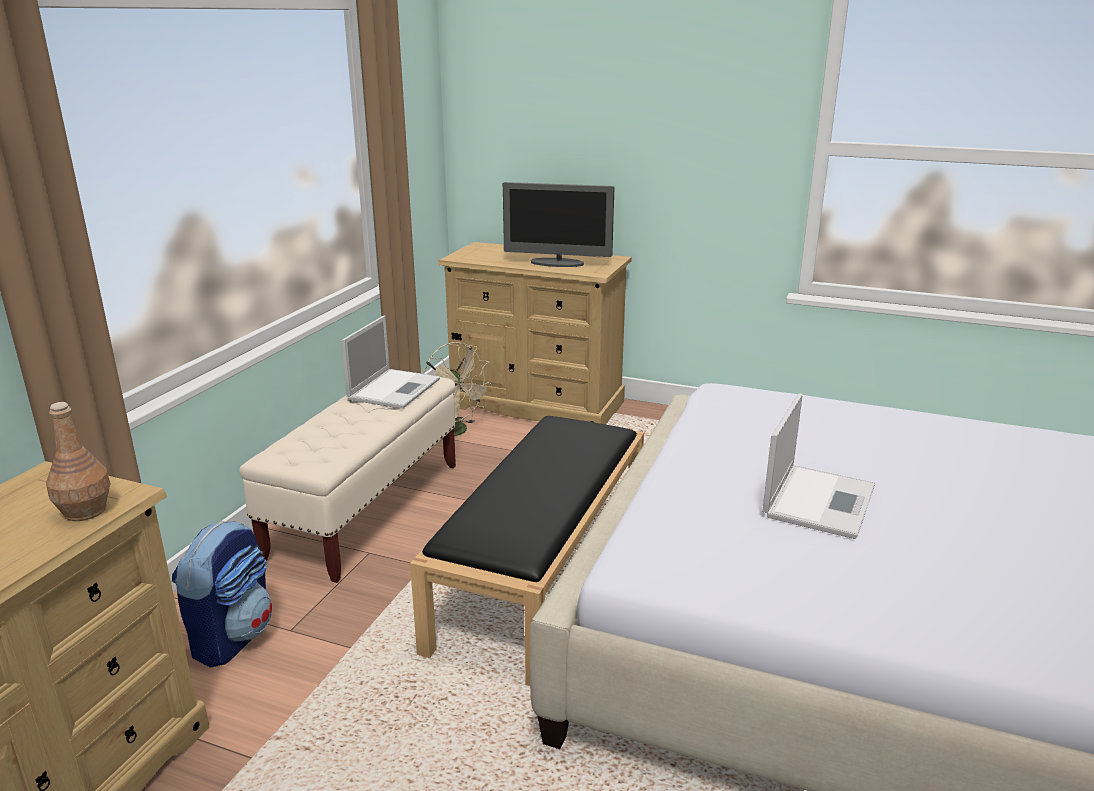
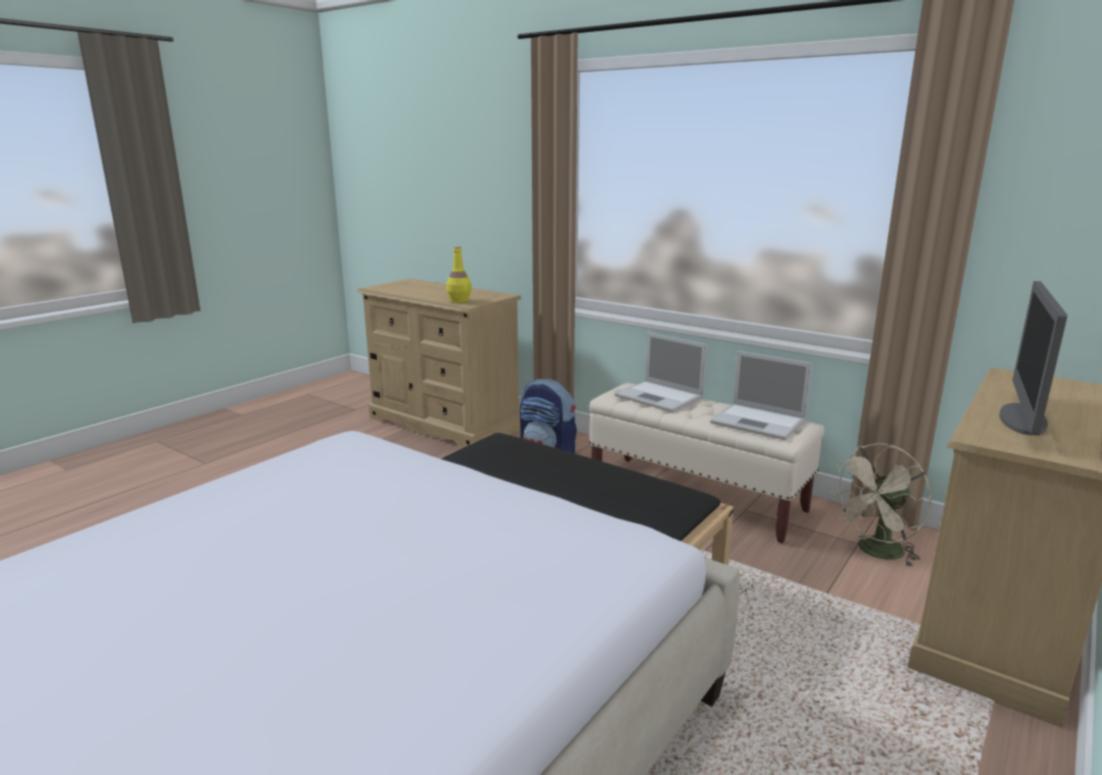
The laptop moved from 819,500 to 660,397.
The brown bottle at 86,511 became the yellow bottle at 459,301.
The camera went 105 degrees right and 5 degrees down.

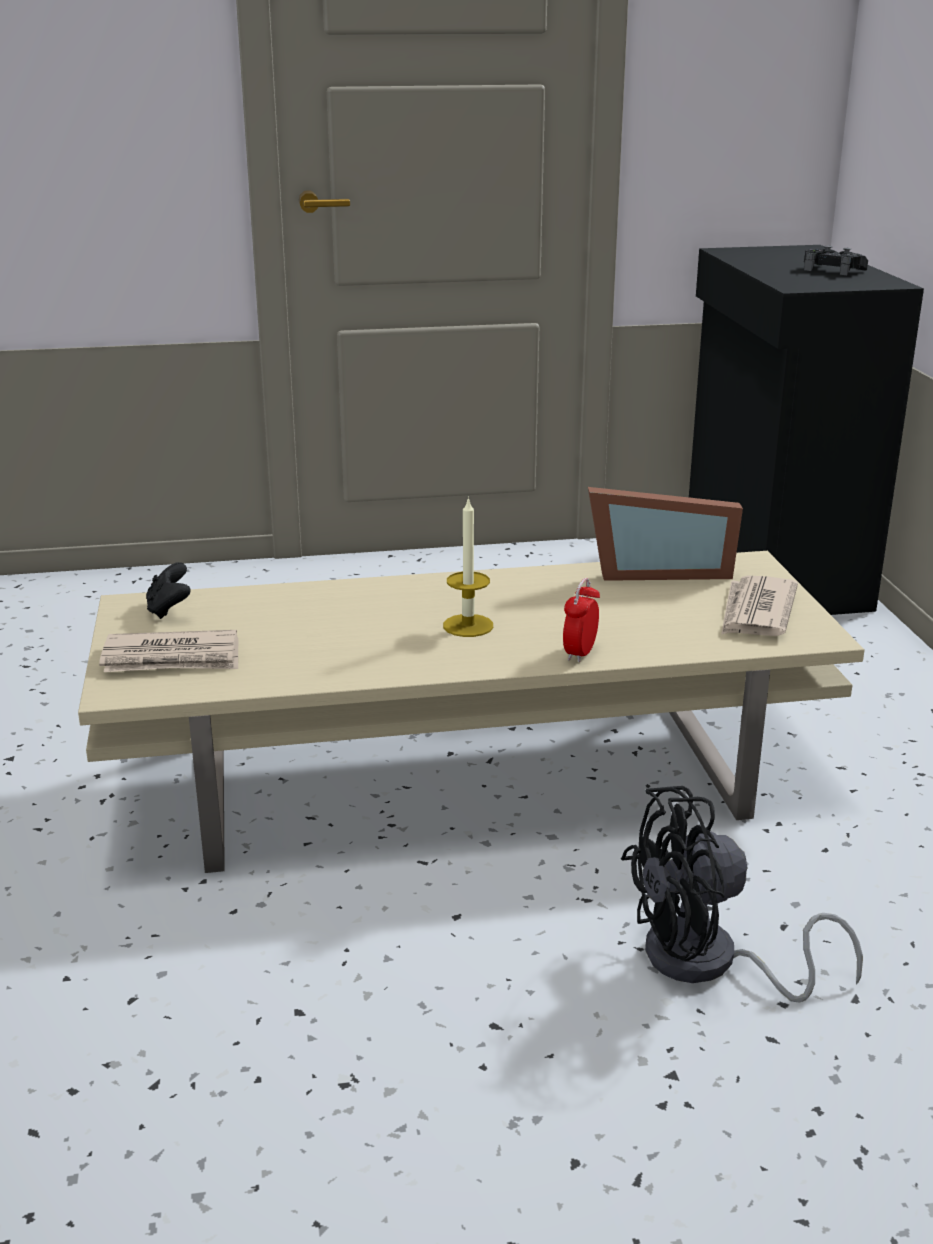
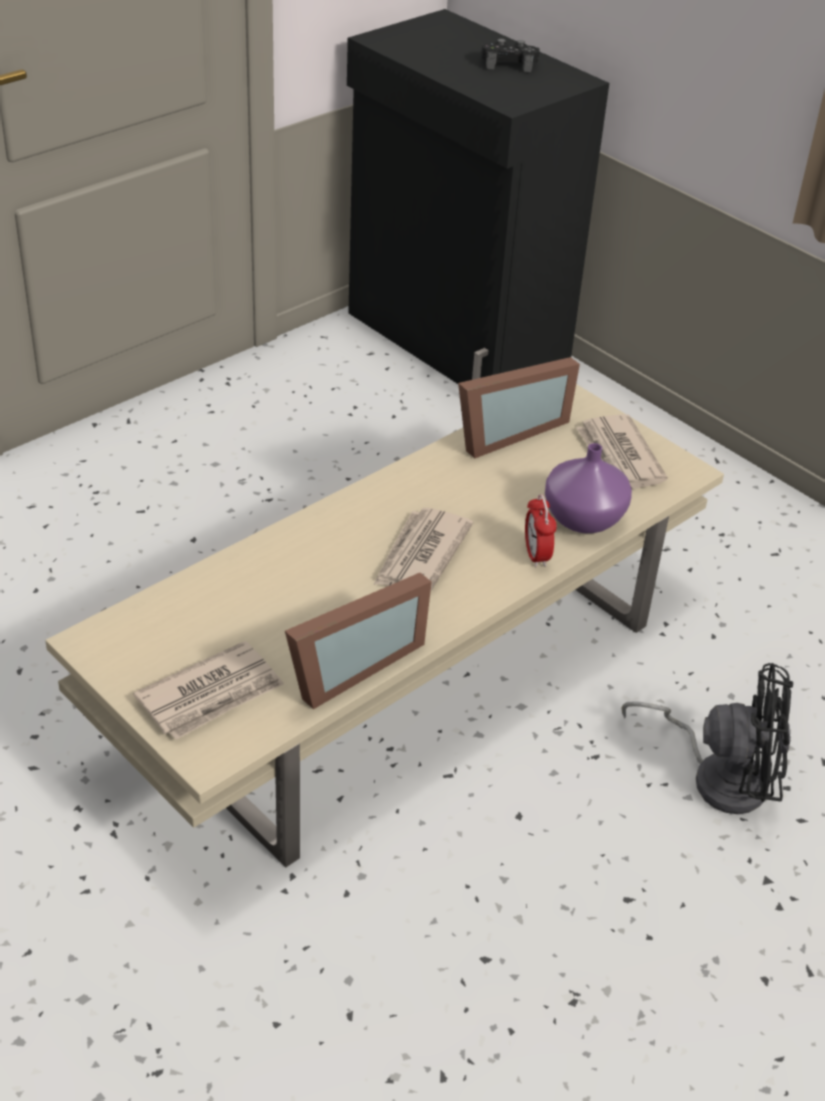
The black game controller at 169,610 disappeared.
The picture frame at 348,666 appeared.
The purple vase at 585,519 appeared.
The candle at 468,625 was replaced by the newspaper at 420,555.
The black fan at 709,964 turned 120 degrees counterclockwise.
The camera went 35 degrees left and 15 degrees up.

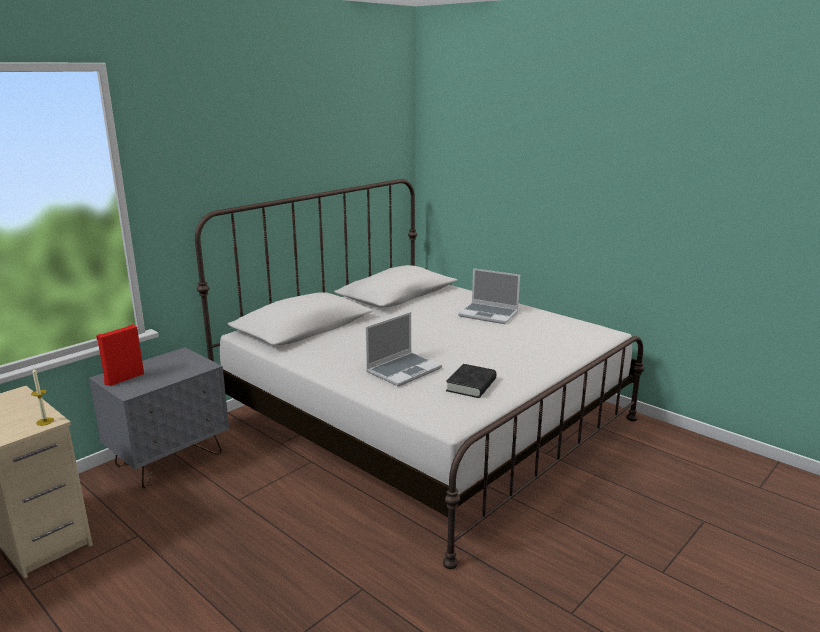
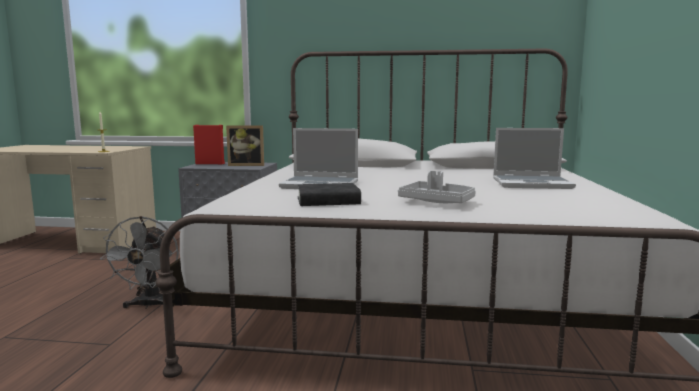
The grey fan at 149,305 appeared.
The picture frame at 247,165 appeared.
The grey tray at 437,202 appeared.
The laptop at 489,314 turned 75 degrees counterclockwise.
The camera went 55 degrees right and 10 degrees down.

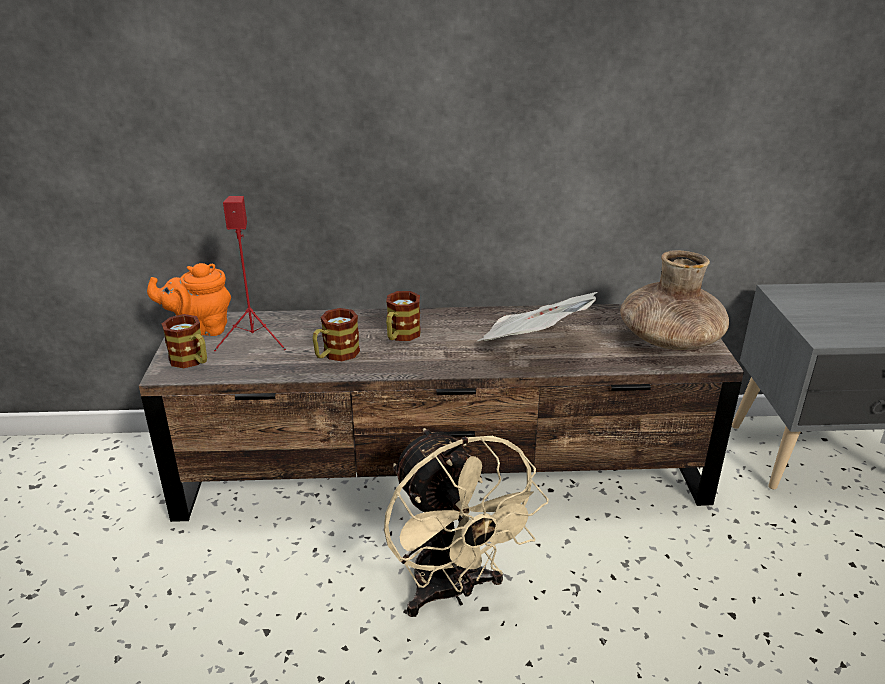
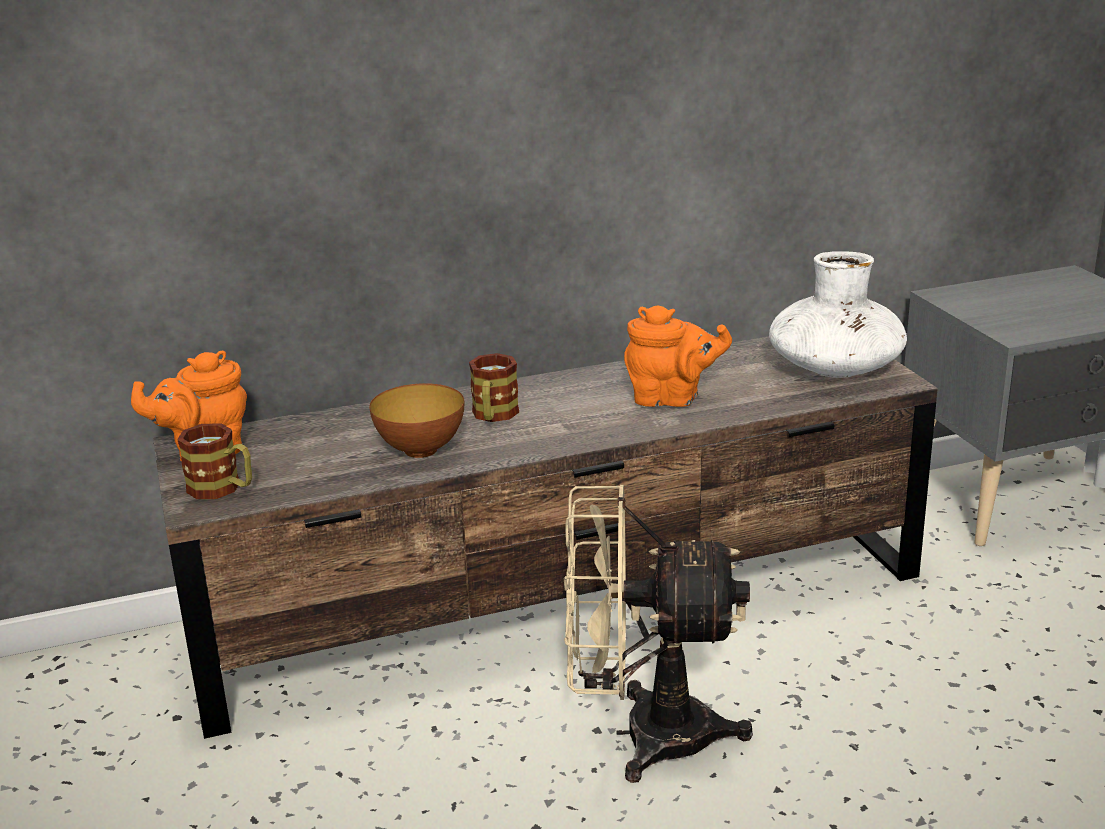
The red speaker at 254,340 disappeared.
The mug at 335,355 was replaced by the bowl at 420,450.
The newspaper at 533,344 was replaced by the orange teapot at 672,399.
The brown vase at 669,340 became the white vase at 834,369.
The beige fan at 452,591 turned 135 degrees clockwise.
The camera went 15 degrees left and 5 degrees down.

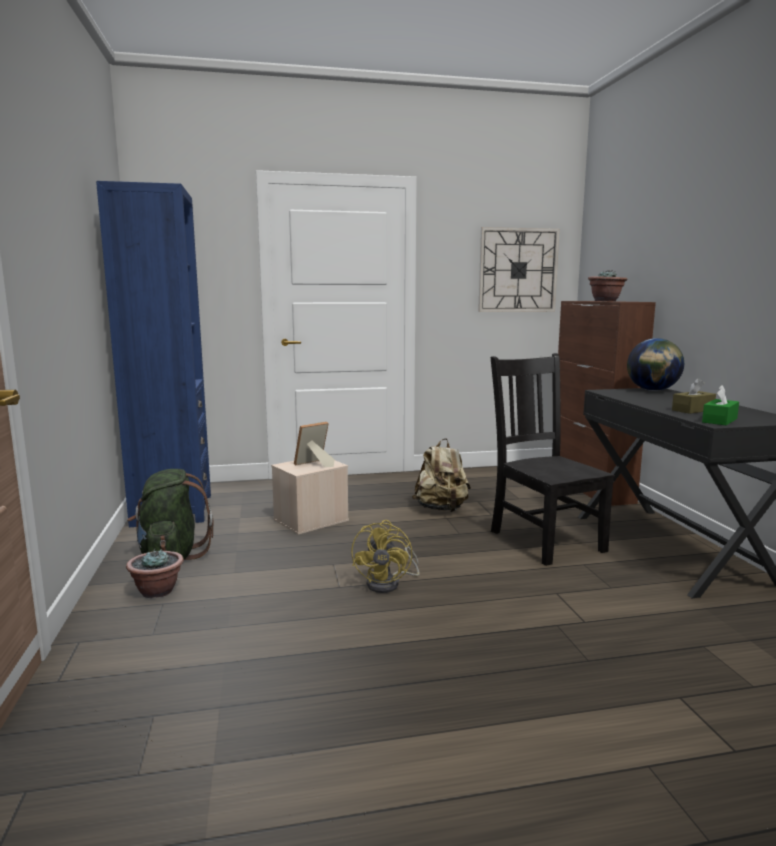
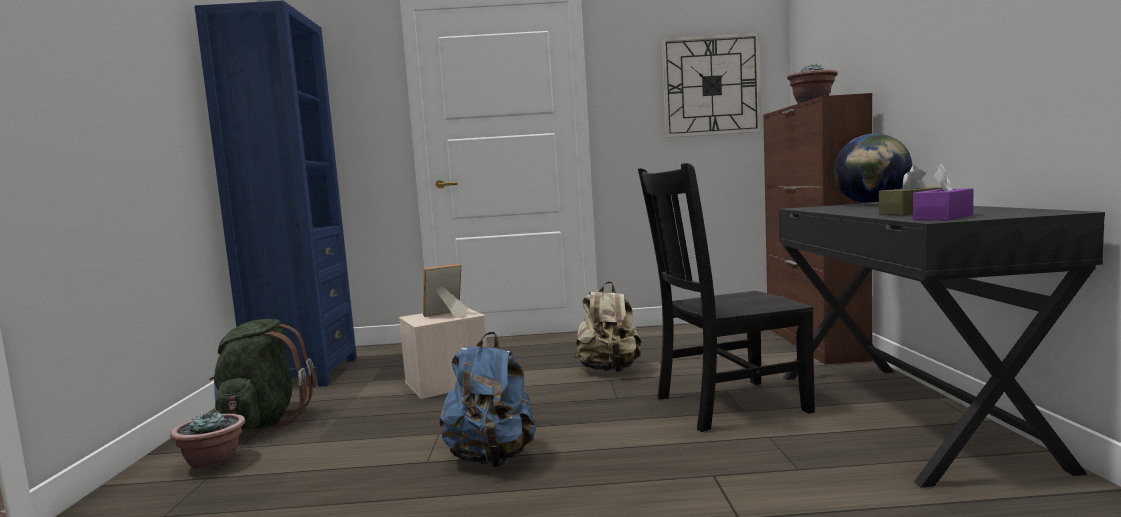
The yellow fan at 389,583 was replaced by the blue backpack at 492,458.
The green tissue box at 719,420 became the purple tissue box at 943,217.
The black chair at 544,539 turned 90 degrees counterclockwise.
The camera went 10 degrees right and 5 degrees down.

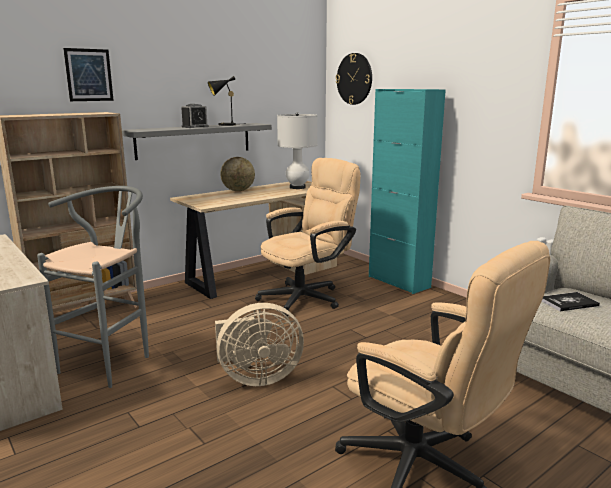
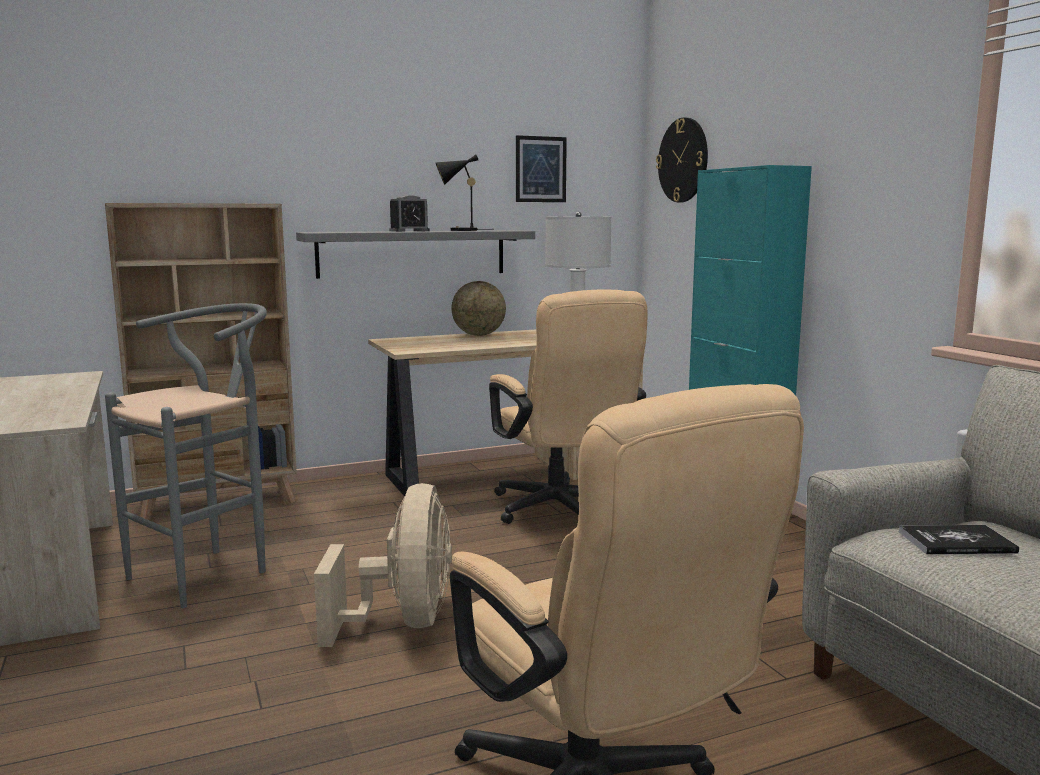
The picture moved from 89,75 to 540,169.
The beige fan at 256,378 turned 90 degrees counterclockwise.
The beige office chair at 307,297 turned 90 degrees clockwise.
The camera went 15 degrees right and 5 degrees down.

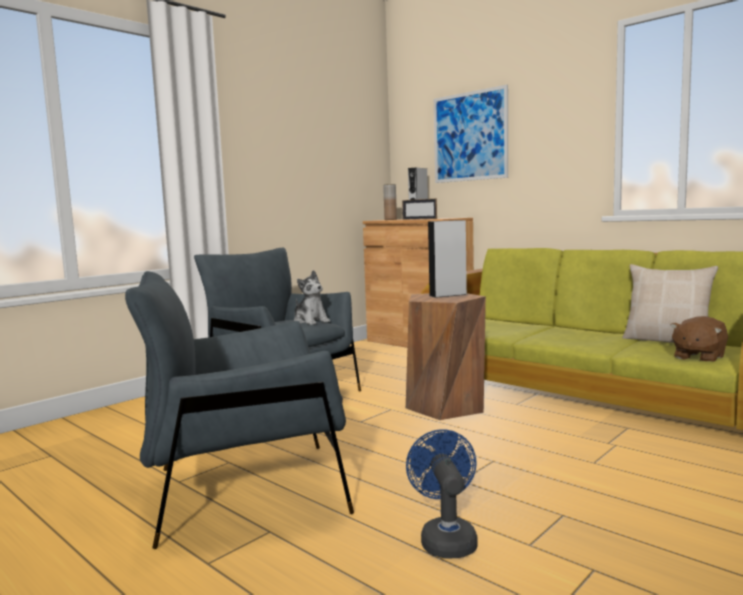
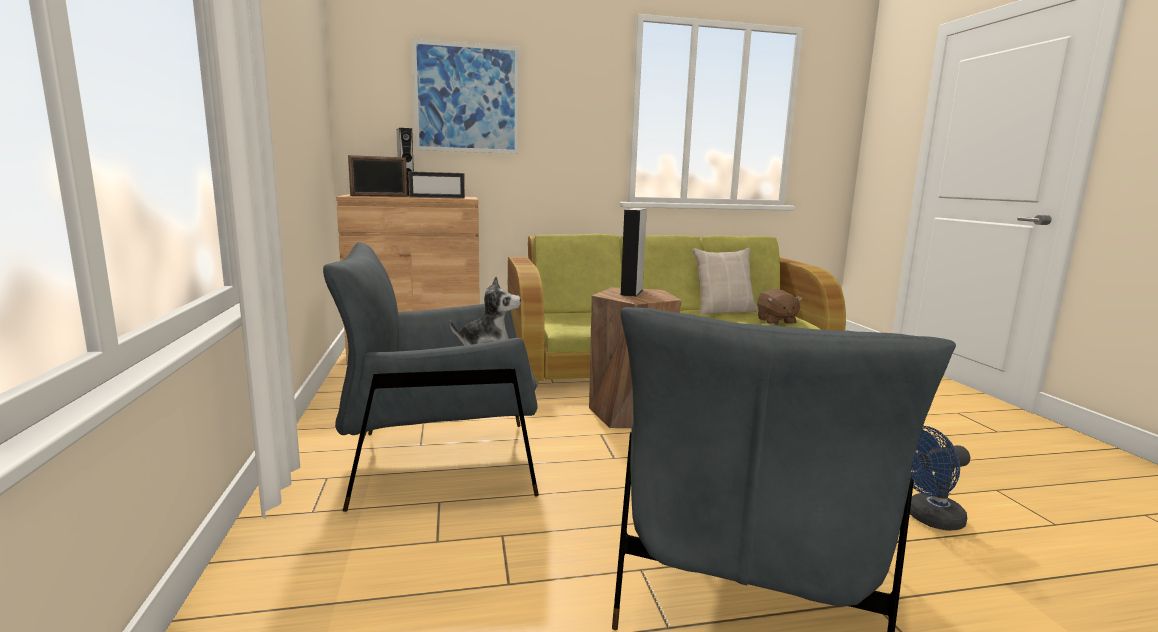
The brown vase at 390,219 was replaced by the picture frame at 379,196.
The blue fan at 446,538 turned 45 degrees counterclockwise.
The camera went 55 degrees left and 5 degrees up.

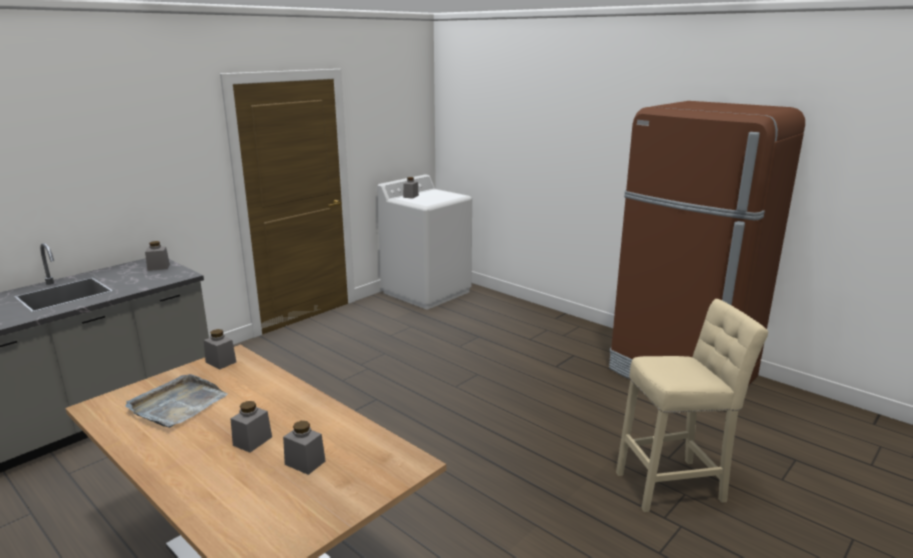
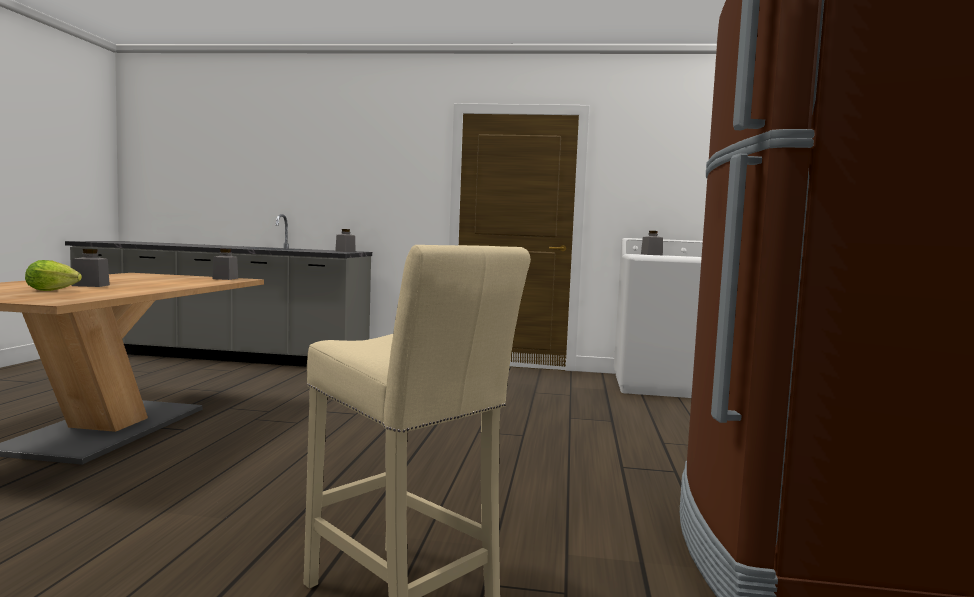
The grey tray at 177,404 disappeared.
The grey jar at 305,463 was replaced by the lettuce at 55,291.
The camera went 55 degrees right and 15 degrees down.

